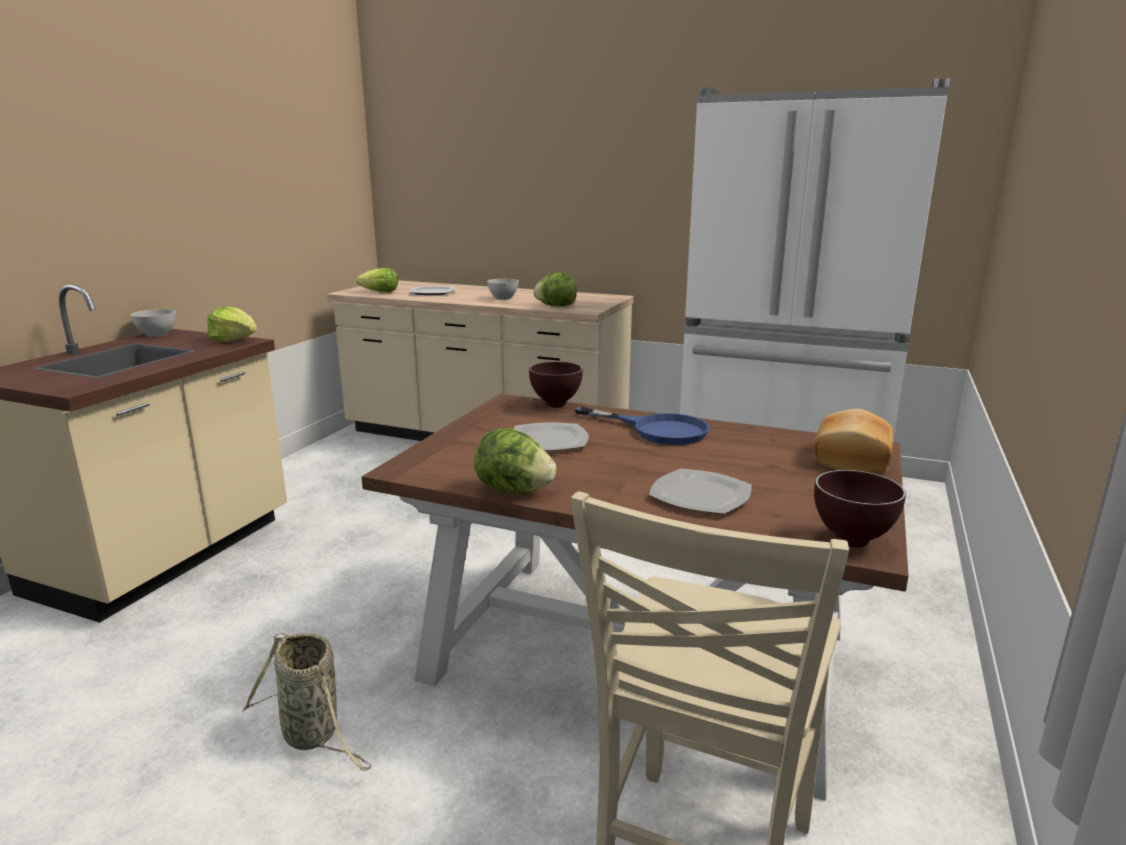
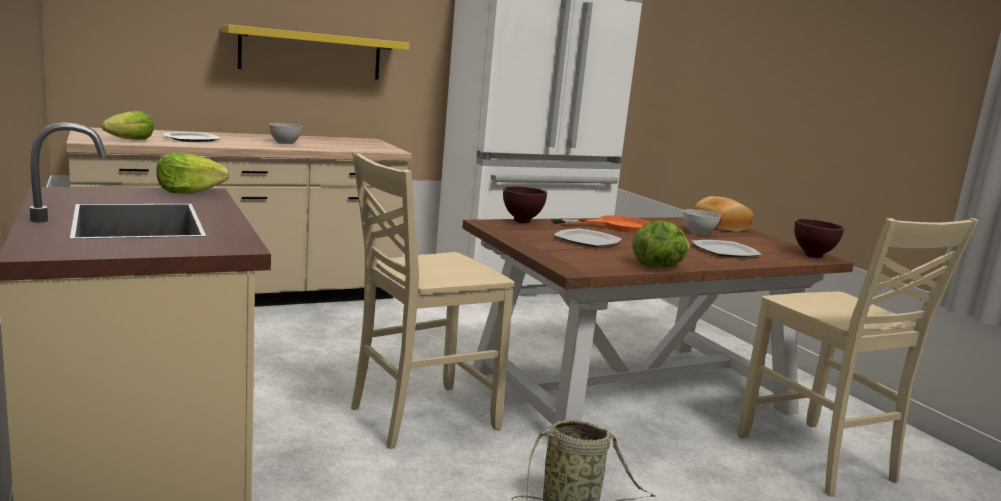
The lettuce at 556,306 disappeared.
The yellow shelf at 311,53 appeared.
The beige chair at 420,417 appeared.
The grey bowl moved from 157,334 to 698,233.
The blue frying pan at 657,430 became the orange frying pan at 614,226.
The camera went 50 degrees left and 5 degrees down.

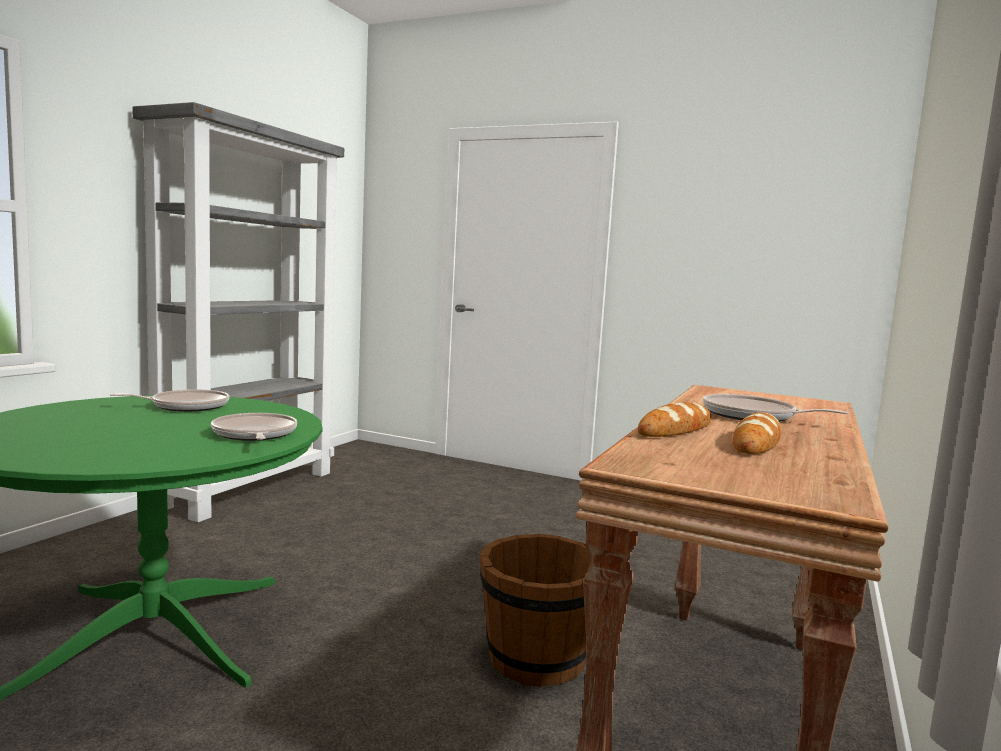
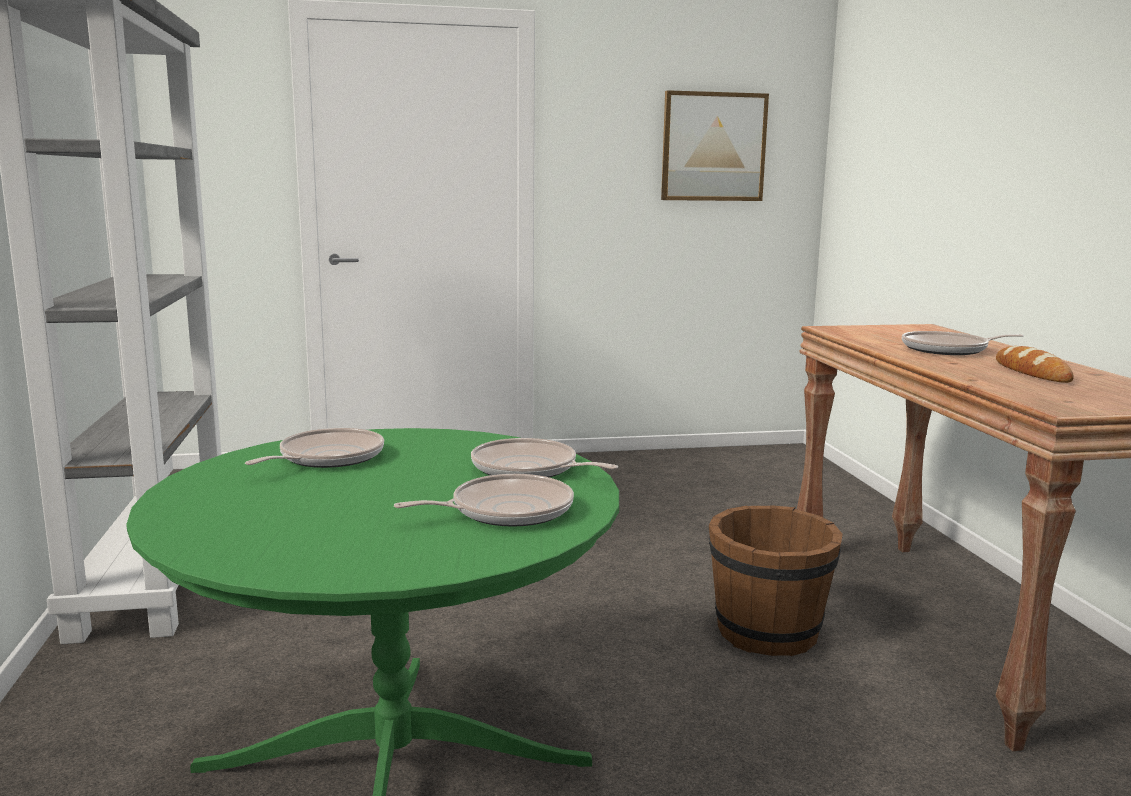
The bread at 675,429 disappeared.
The frying pan at 505,511 appeared.
The picture at 713,147 appeared.
The camera went 35 degrees left and 5 degrees up.

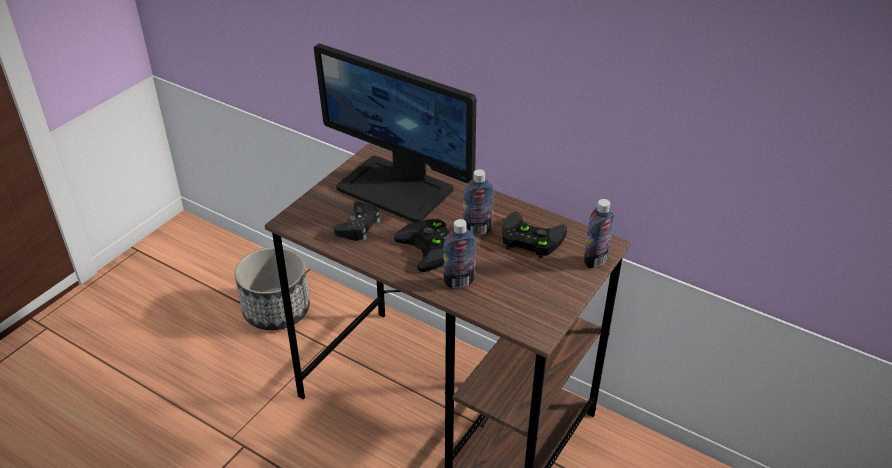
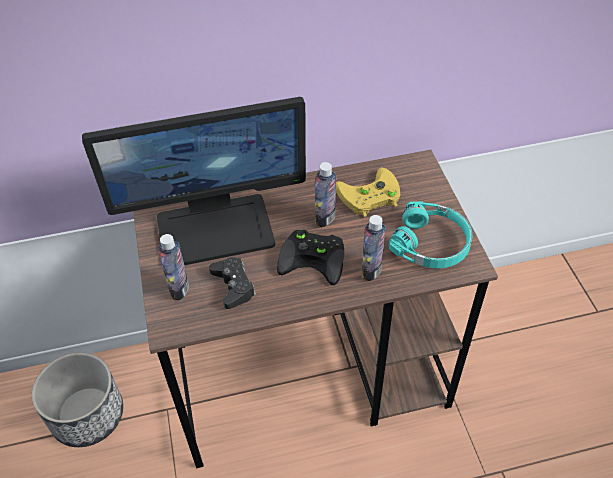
The turquoise headphones at 431,244 appeared.
The bottle moved from 595,261 to 179,289.
The black game controller at 529,239 became the yellow game controller at 368,197.
The camera went 45 degrees left and 10 degrees up.

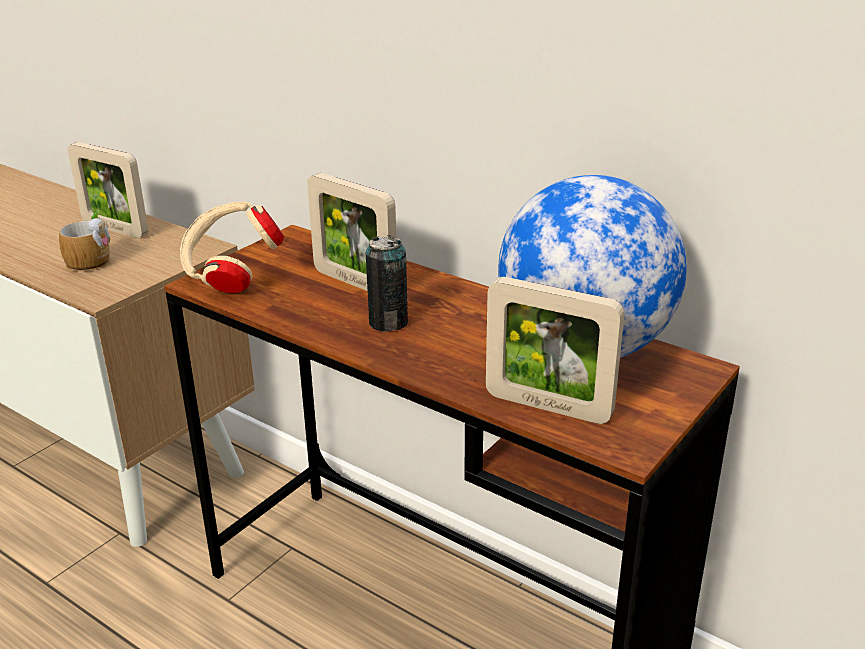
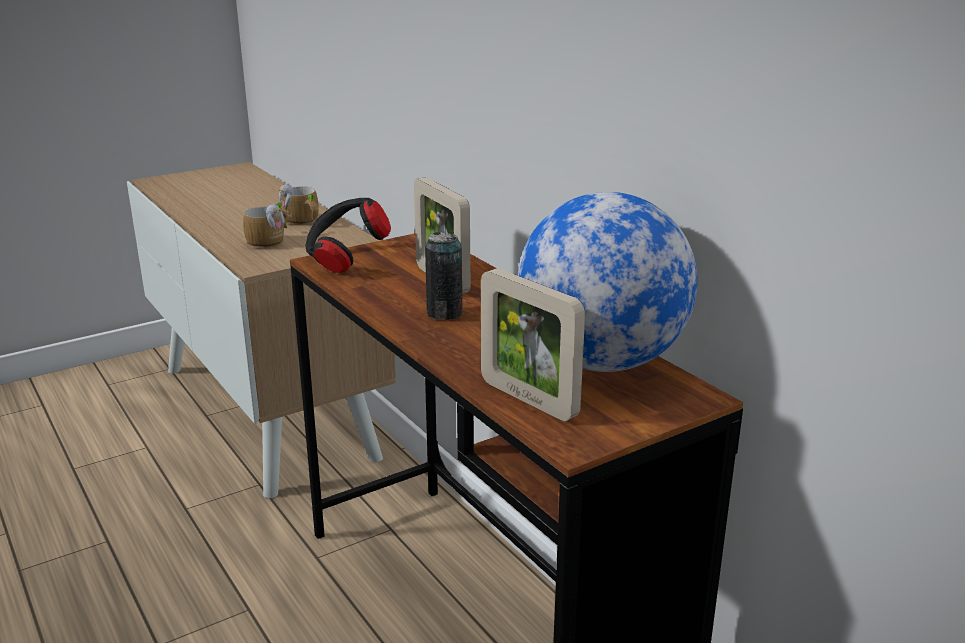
The picture frame at 115,229 was replaced by the mug at 303,221.
The beige headphones at 231,276 became the black headphones at 345,260.
The camera went 20 degrees right and 5 degrees down.

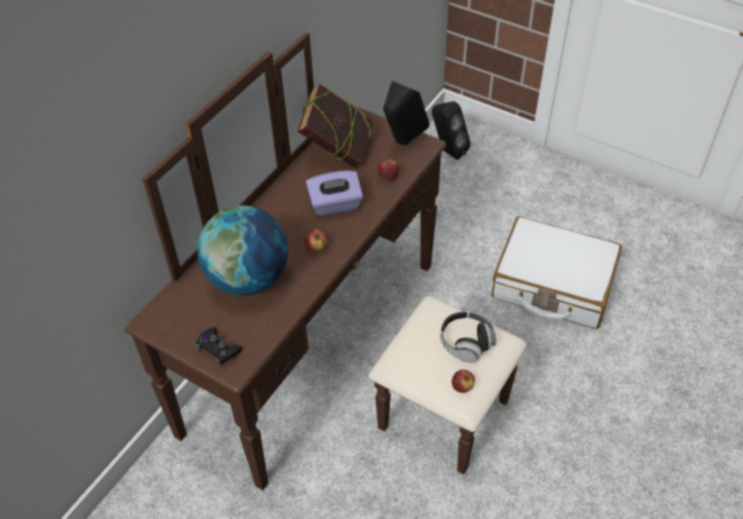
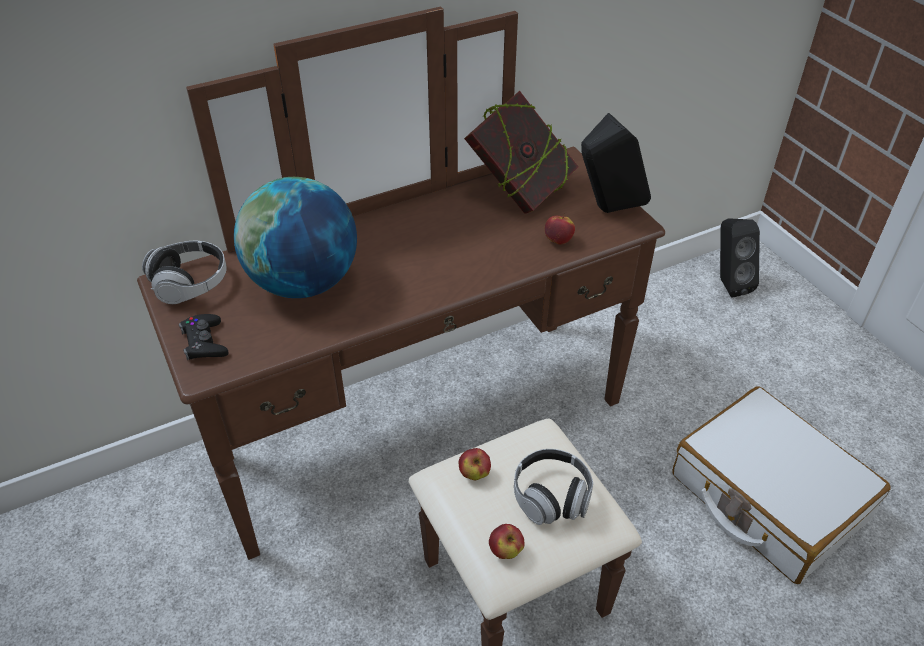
The purple tissue box at 335,205 disappeared.
The headphones at 190,284 appeared.
The apple moved from 316,248 to 474,473.
The camera went 30 degrees right and 5 degrees down.

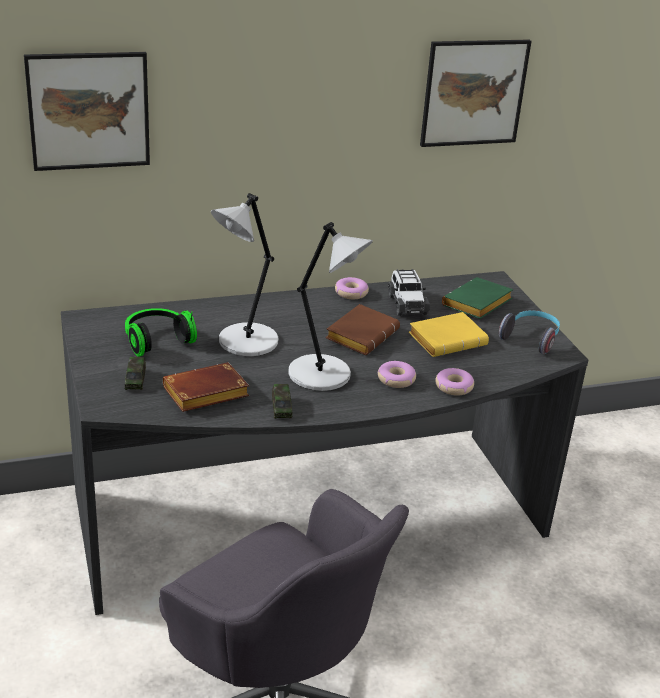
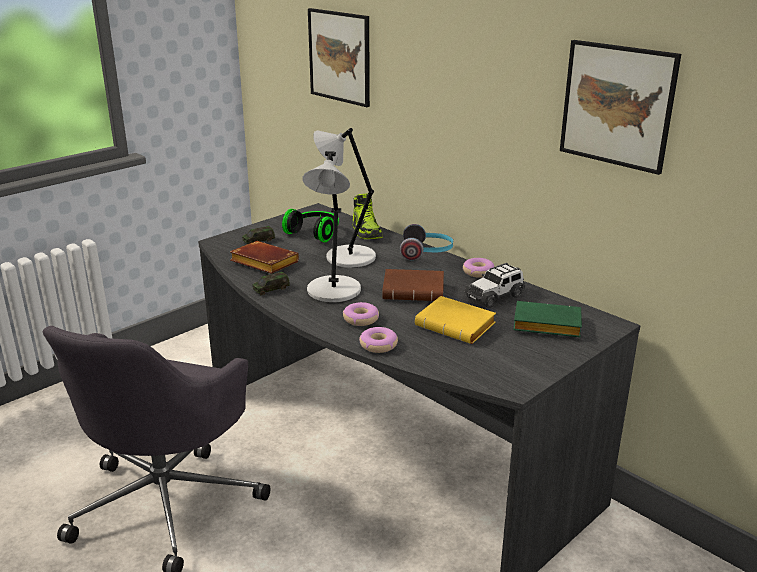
The shoe at 366,231 appeared.
The headphones moved from 531,339 to 427,253.
The camera went 65 degrees right and 5 degrees down.

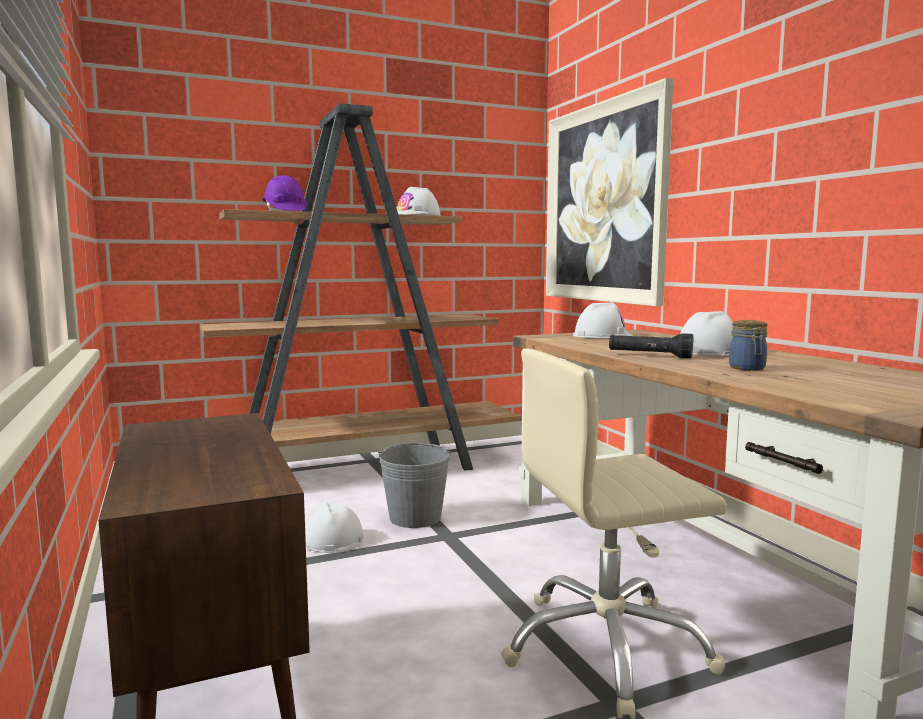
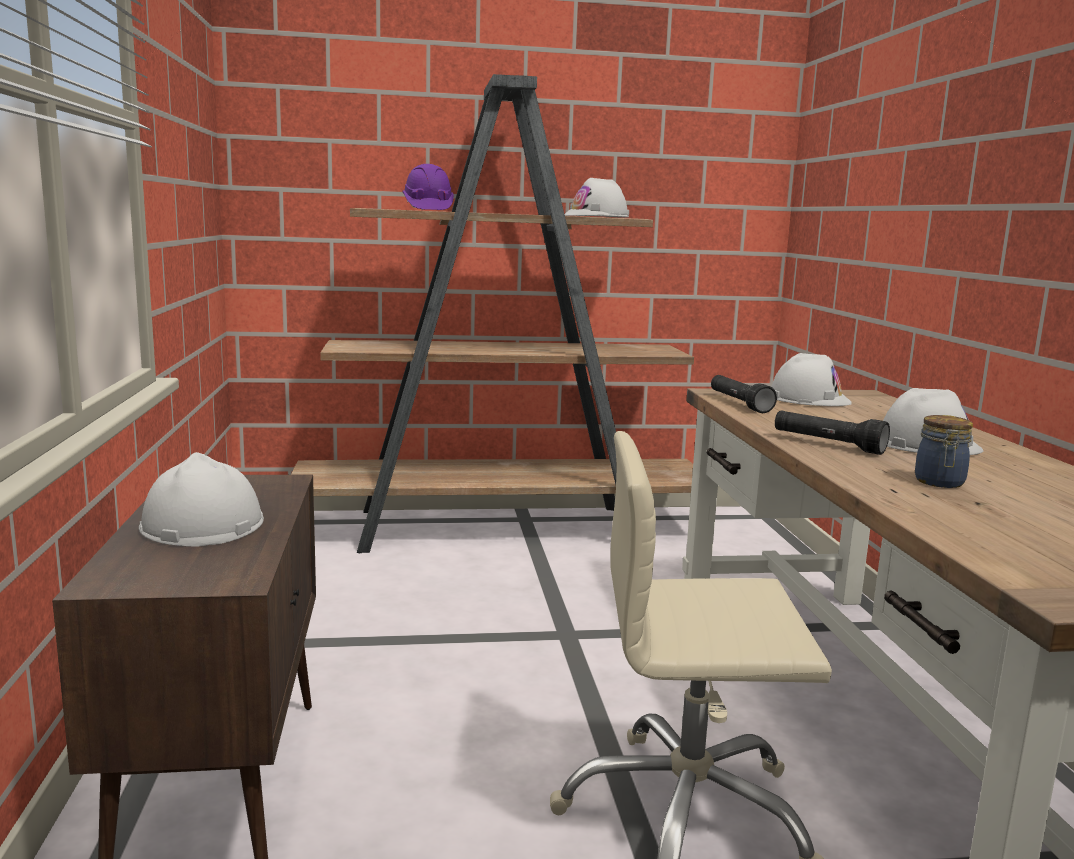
The grey bucket at 415,517 disappeared.
The picture at 603,203 disappeared.
The black flashlight at 739,404 appeared.
The white hard hat moved from 331,539 to 202,524.
The camera went 15 degrees right and 5 degrees up.

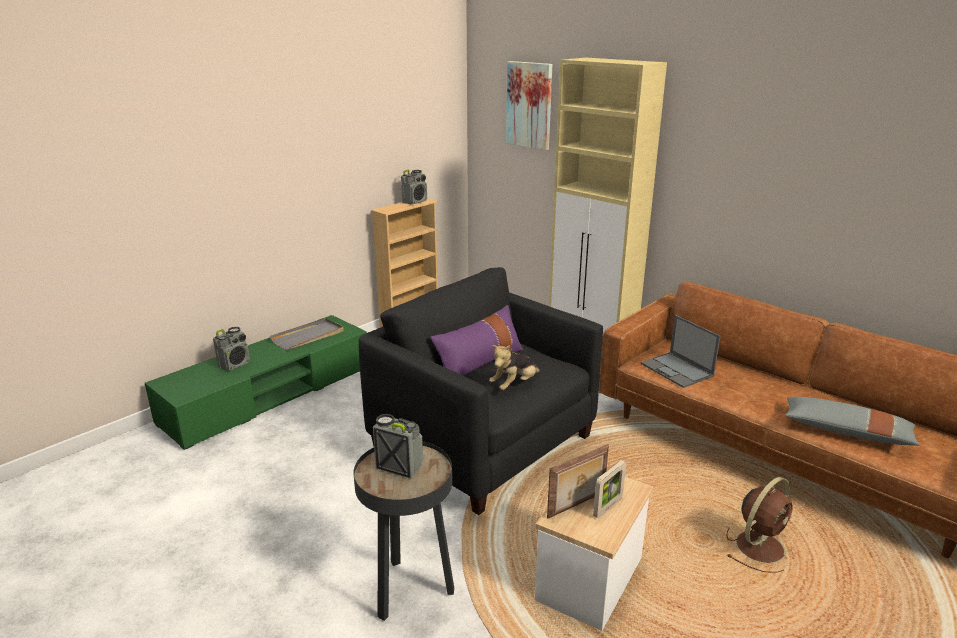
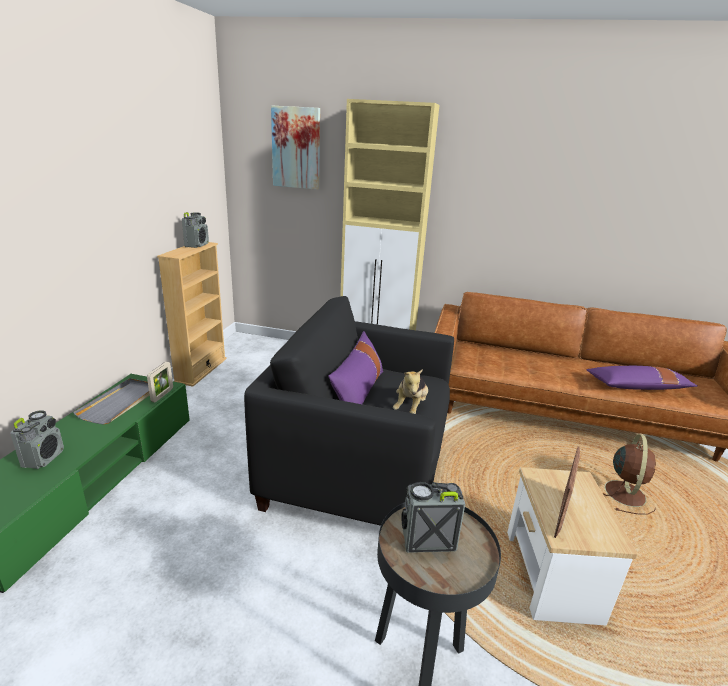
The laptop at 677,370 disappeared.
The picture frame moved from 608,507 to 162,395.
The grey pillow at 846,432 became the purple pillow at 637,387.
The camera went 30 degrees left and 0 degrees up.

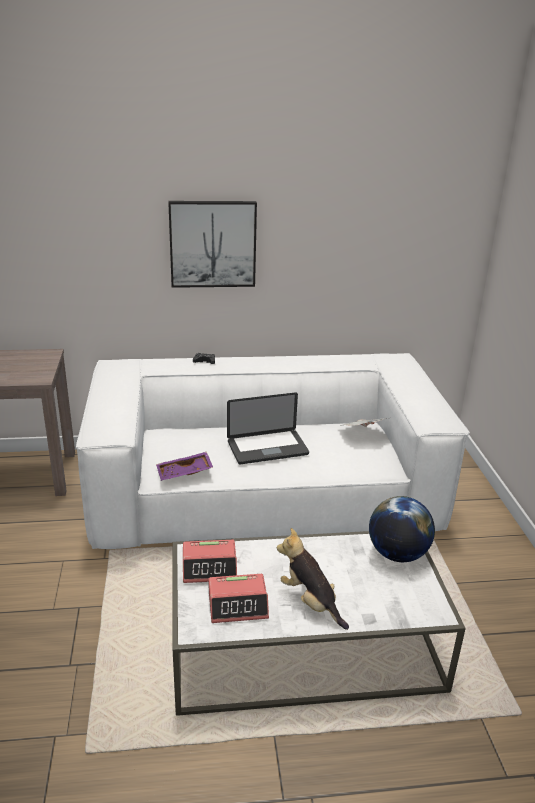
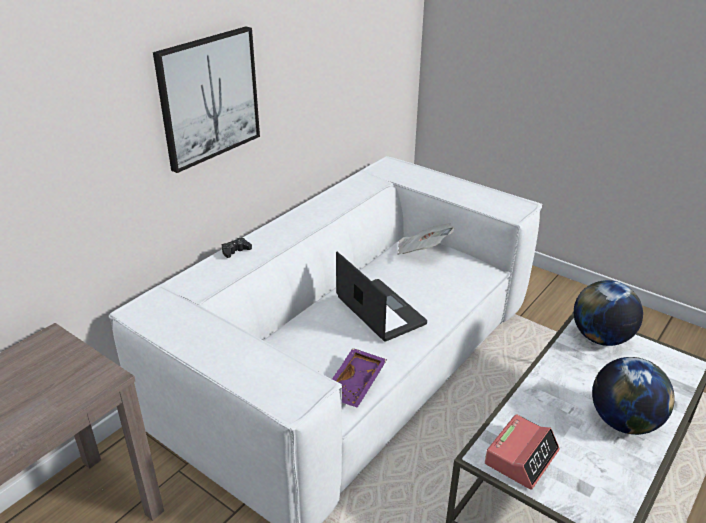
The alarm clock at 238,604 disappeared.
The plush toy at 310,601 was replaced by the globe at 623,422.
The laptop at 267,448 turned 60 degrees counterclockwise.
The camera went 45 degrees left and 5 degrees up.

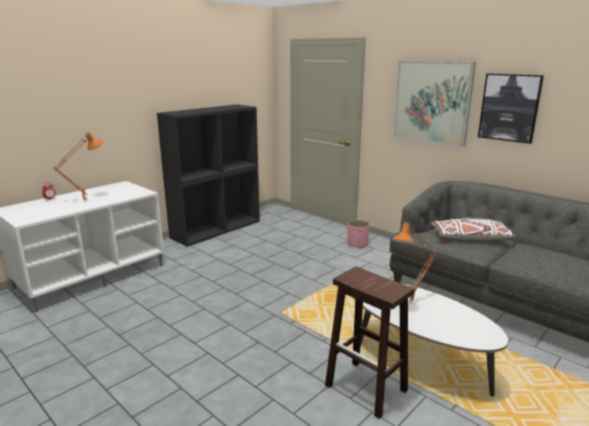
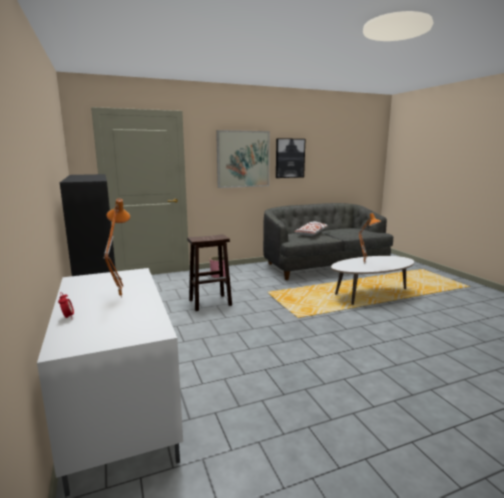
The brown stool moved from 367,388 to 210,302.
The camera went 65 degrees left and 5 degrees down.

